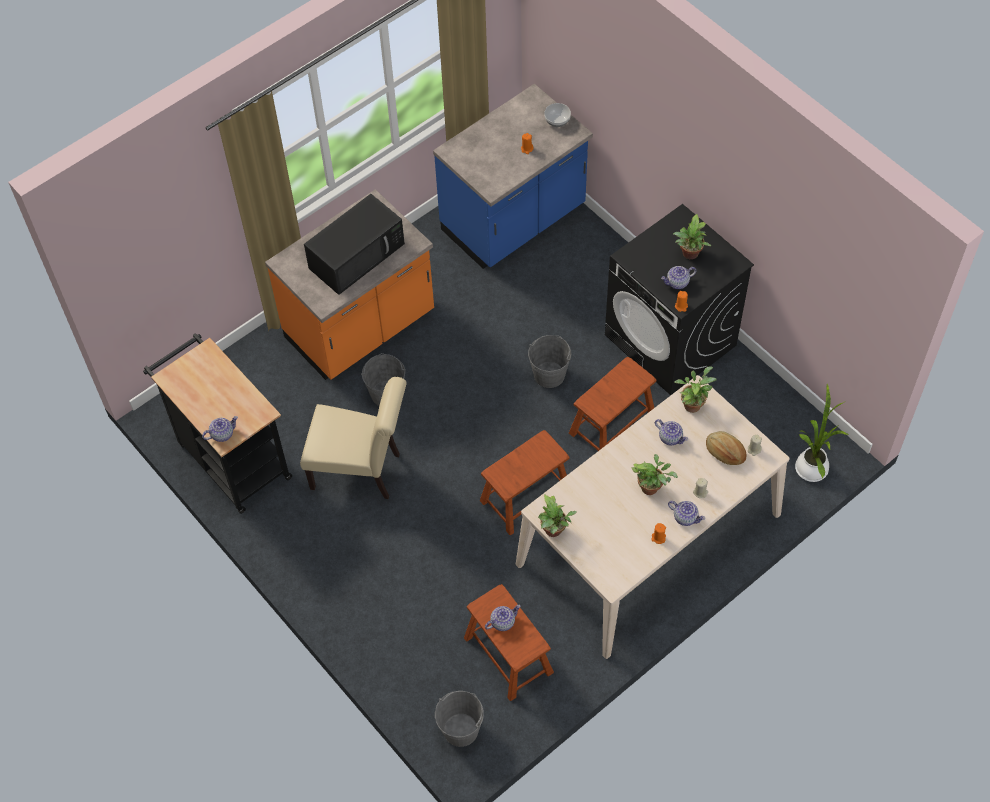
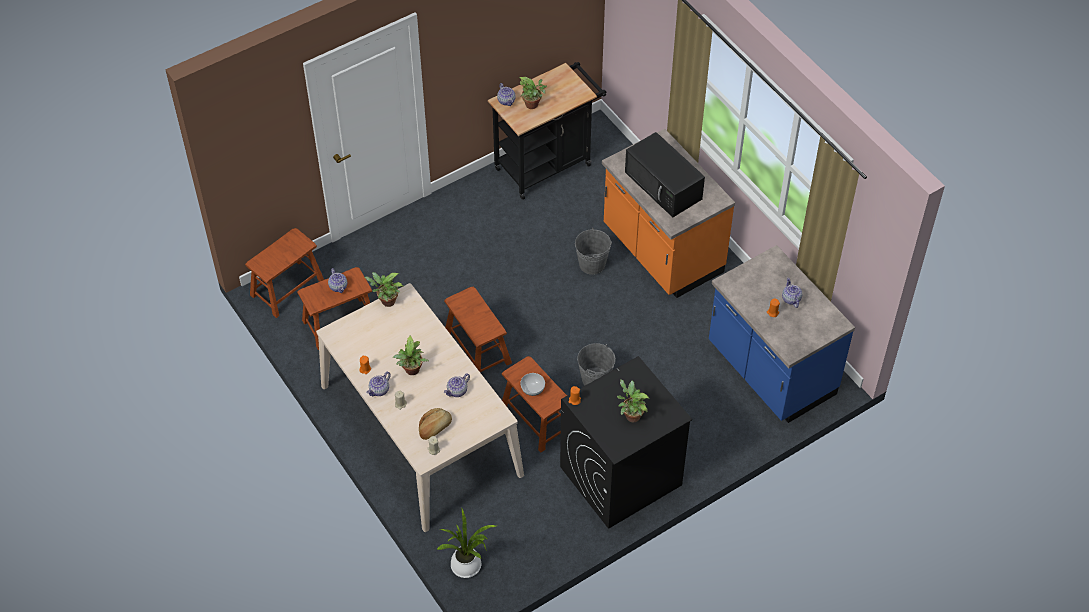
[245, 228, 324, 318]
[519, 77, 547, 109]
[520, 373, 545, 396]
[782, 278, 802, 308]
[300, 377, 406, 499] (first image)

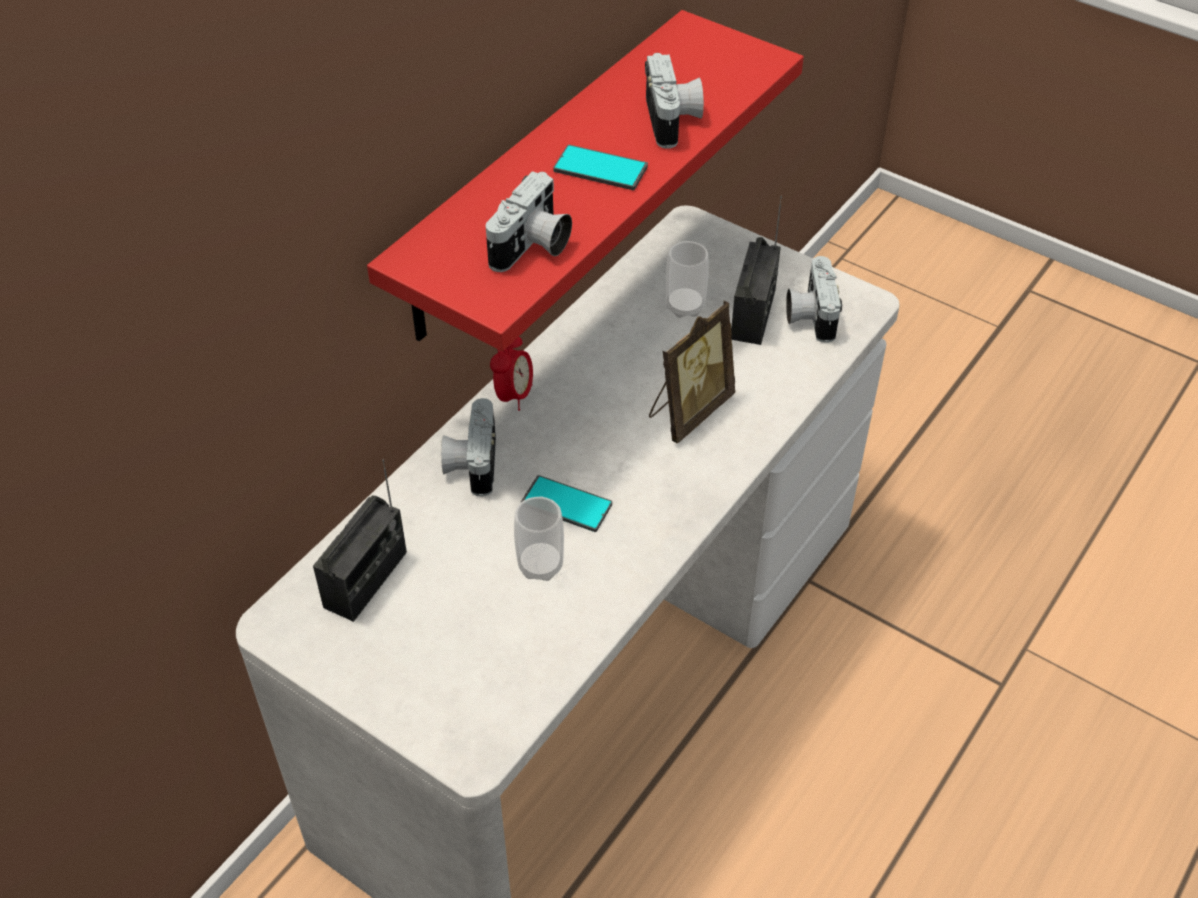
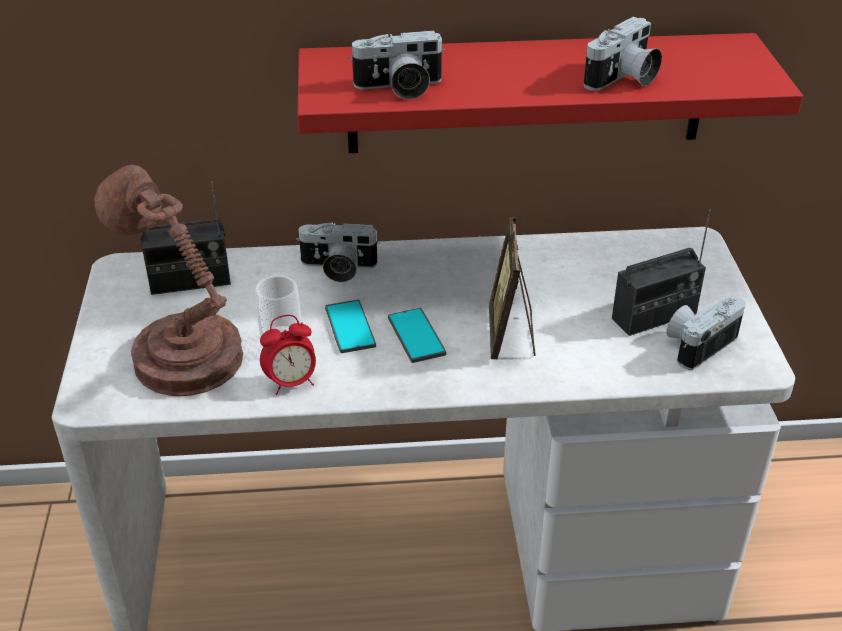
[94, 164, 243, 396]
[260, 315, 316, 395]
[296, 222, 380, 282]
[388, 308, 446, 363]
[489, 217, 536, 360]
[666, 241, 709, 318] (first image)

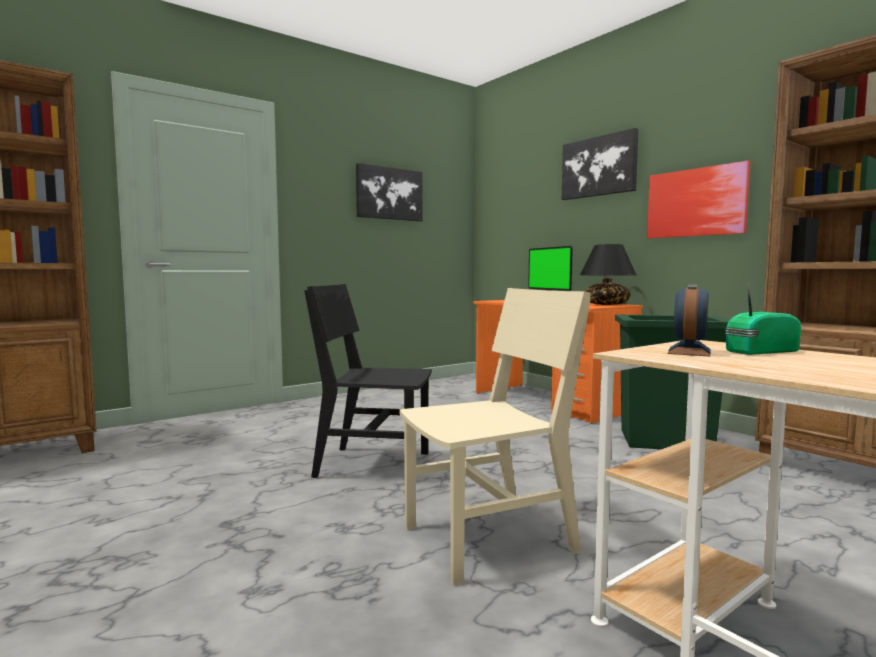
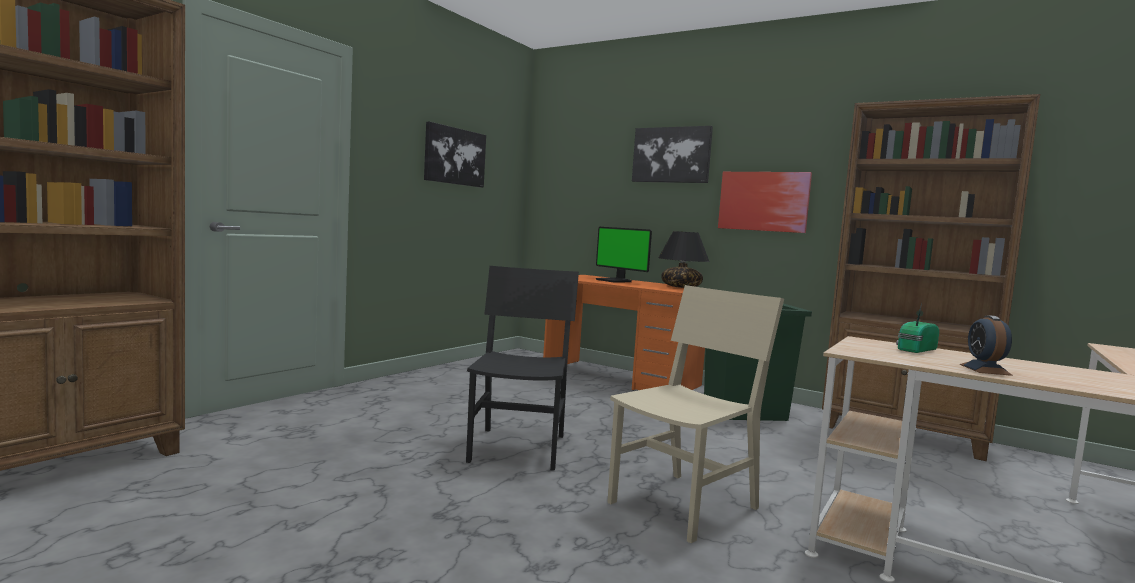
[466, 266, 579, 471]
[960, 315, 1013, 376]

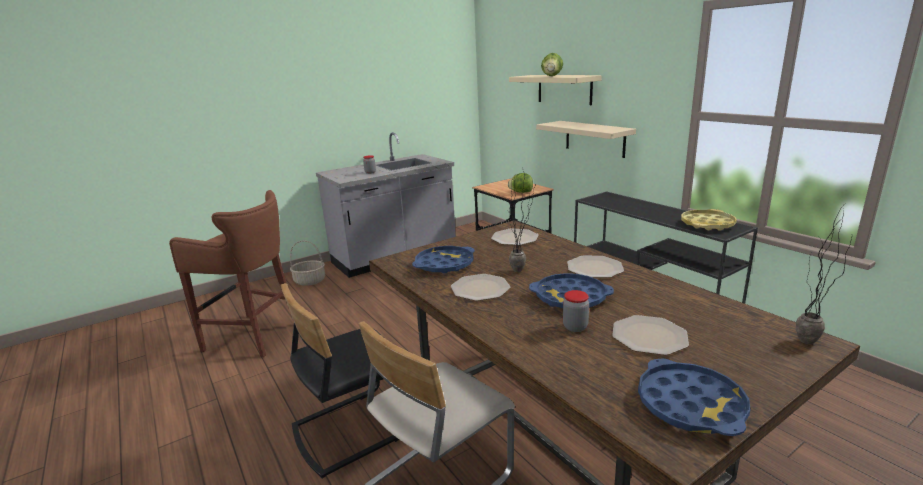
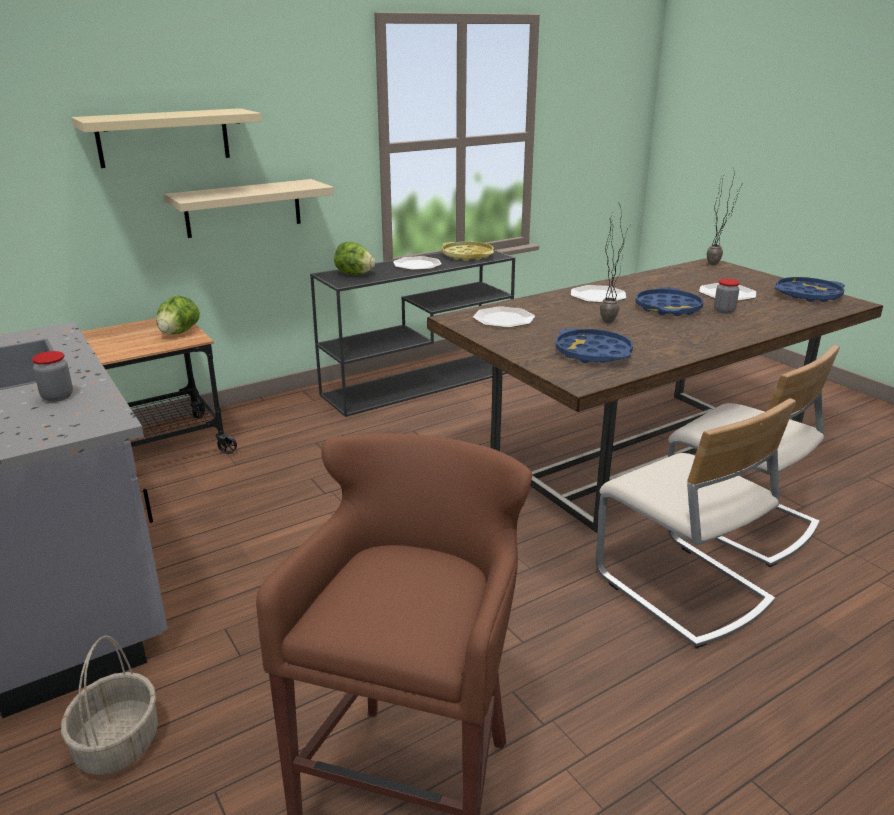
[334, 242, 375, 275]
[393, 256, 442, 270]
[595, 398, 796, 648]

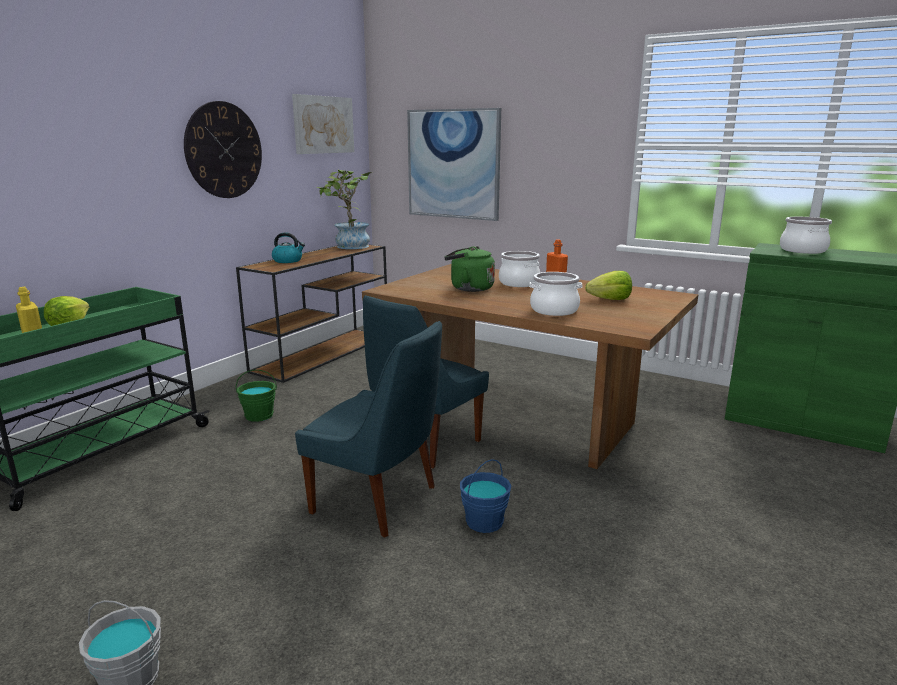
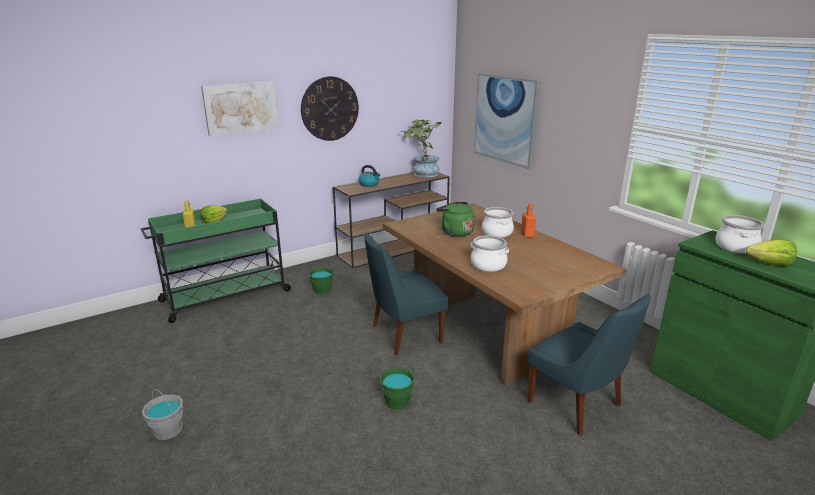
[201, 81, 279, 136]
[380, 363, 415, 410]
[528, 294, 651, 436]
[746, 239, 797, 266]

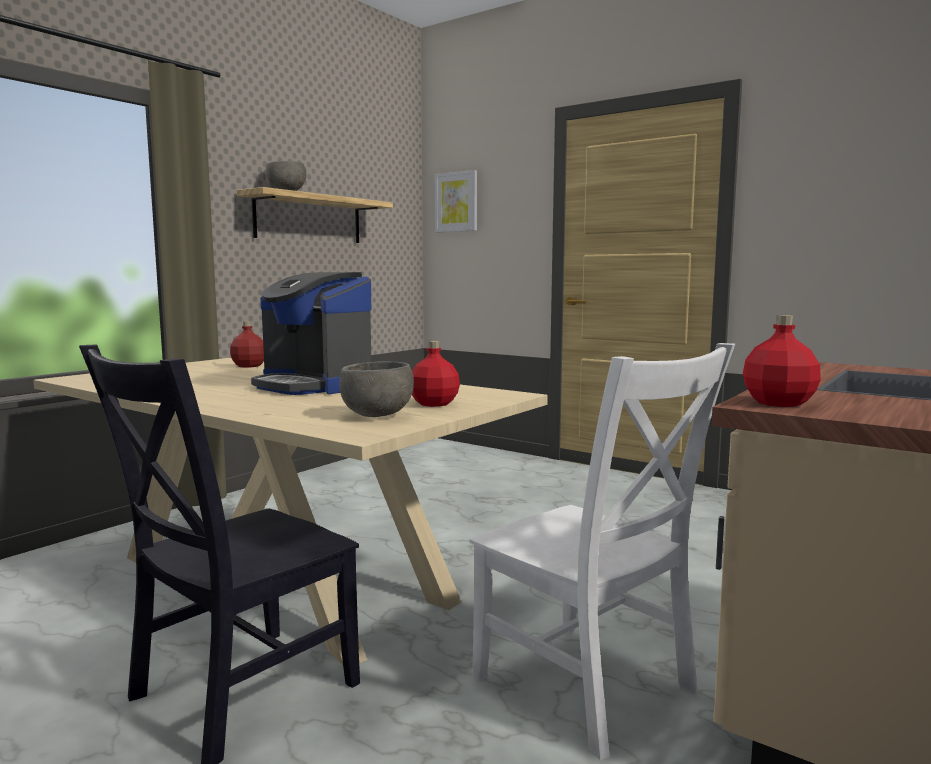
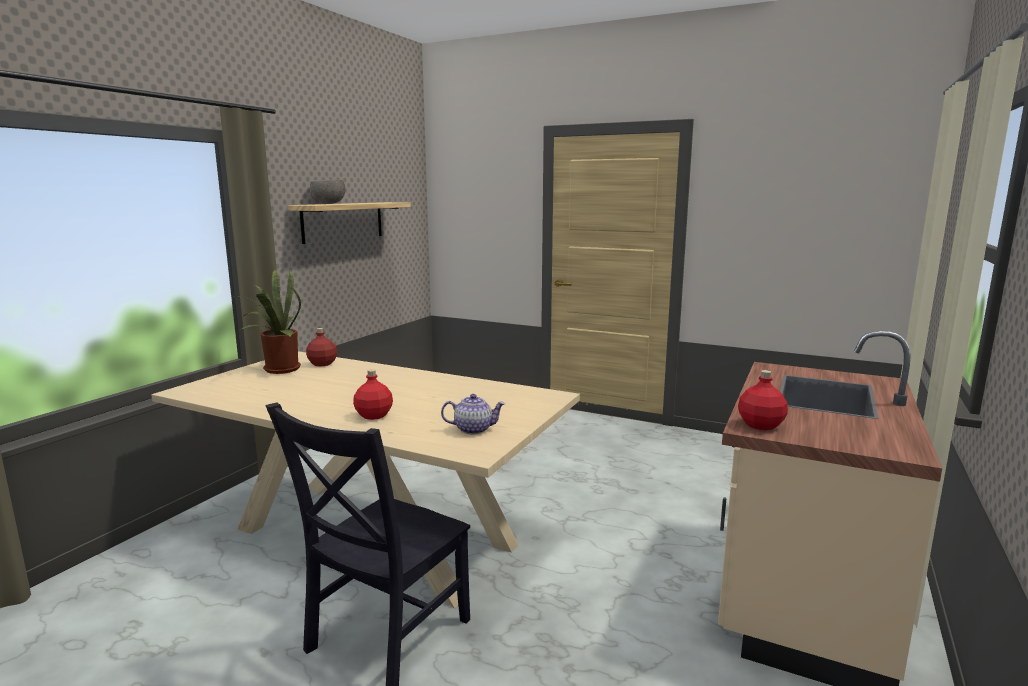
[240, 268, 301, 374]
[353, 369, 393, 420]
[441, 394, 505, 435]
[251, 272, 371, 395] (first image)
[435, 170, 477, 232] (first image)
[470, 343, 735, 760] (first image)

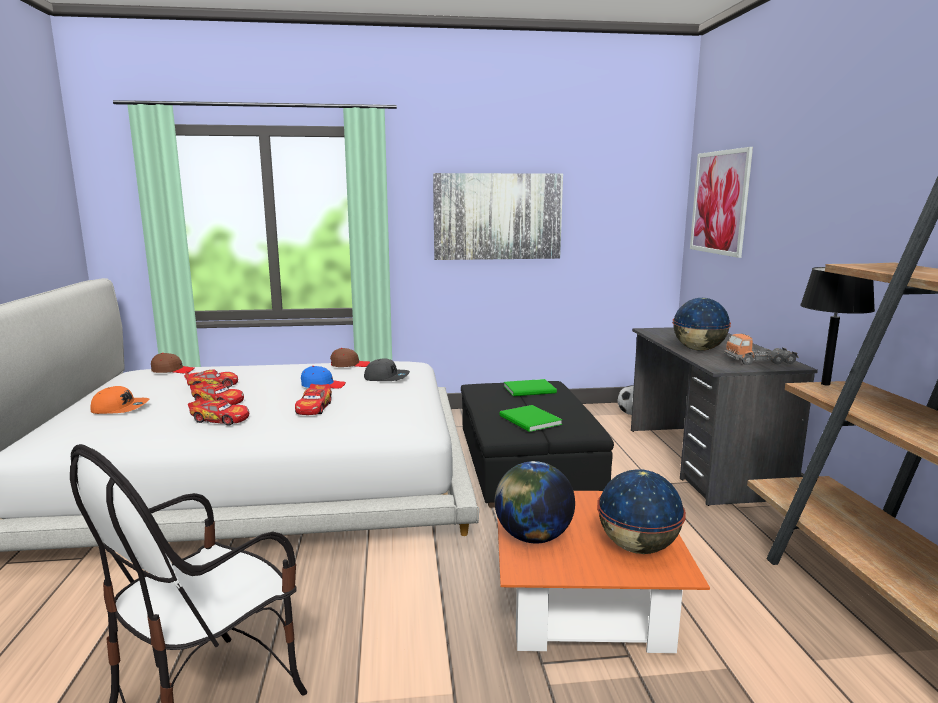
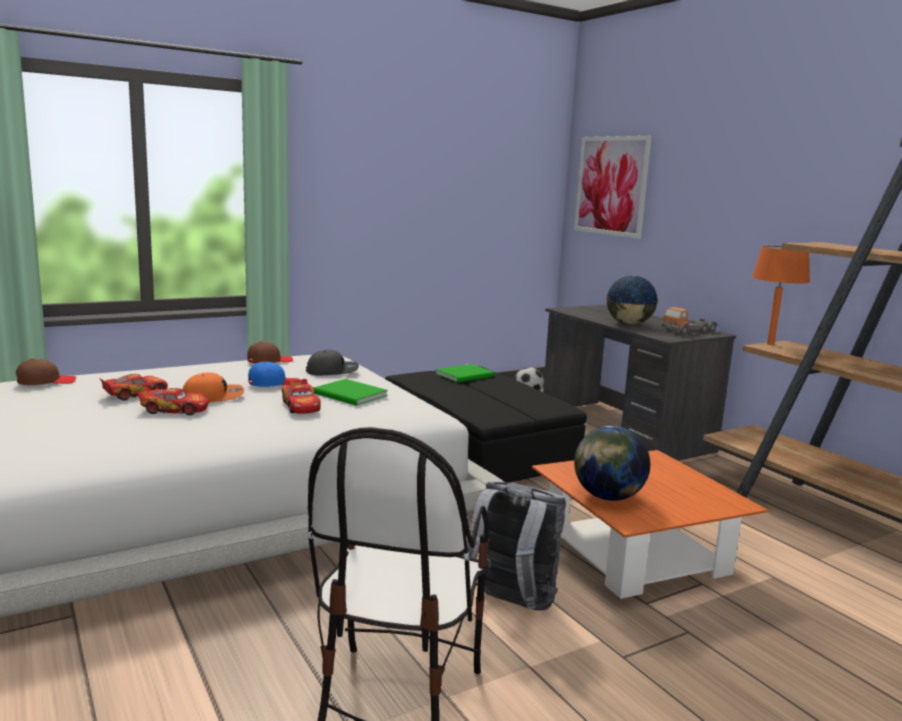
[182, 372, 244, 403]
[314, 379, 388, 406]
[463, 482, 566, 611]
[752, 246, 810, 345]
[188, 397, 249, 426] (first image)
[433, 173, 563, 260] (first image)
[597, 469, 686, 554] (first image)

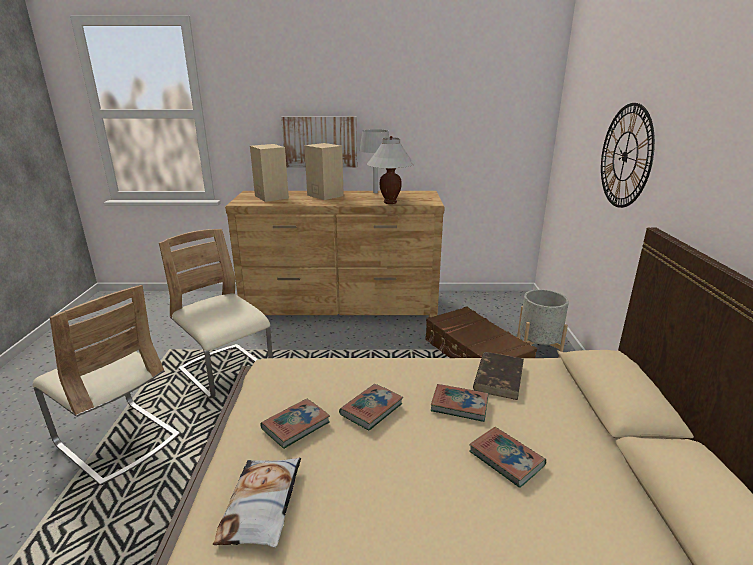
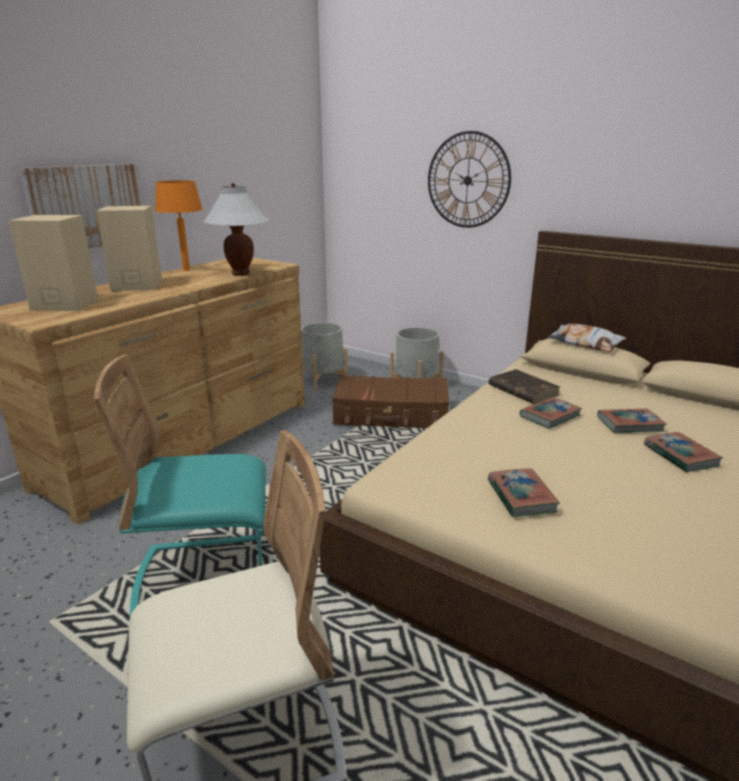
[94, 355, 266, 616]
[155, 180, 203, 271]
[301, 322, 348, 391]
[547, 324, 626, 352]
[644, 432, 723, 472]

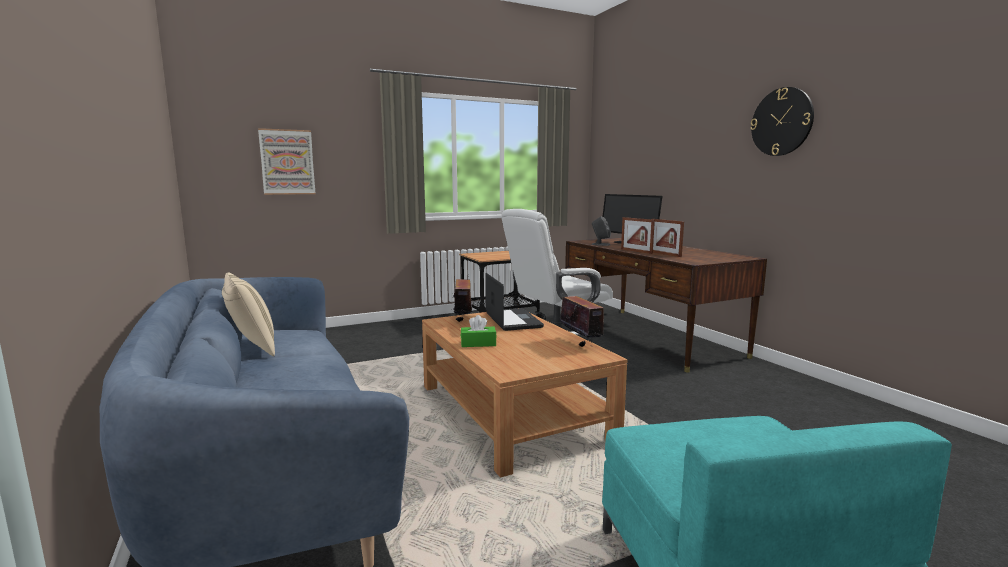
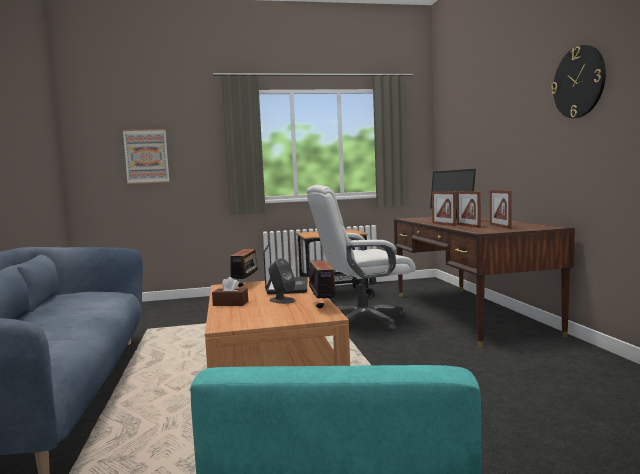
[212, 277, 248, 306]
[269, 258, 295, 304]
[490, 190, 511, 229]
[222, 272, 275, 356] (first image)

